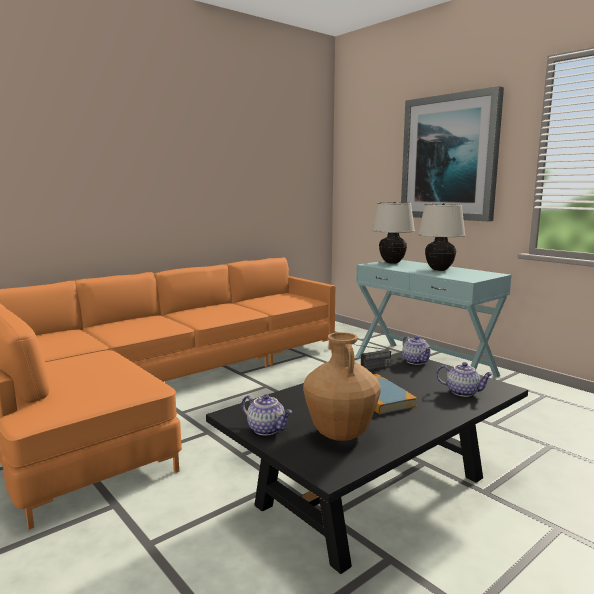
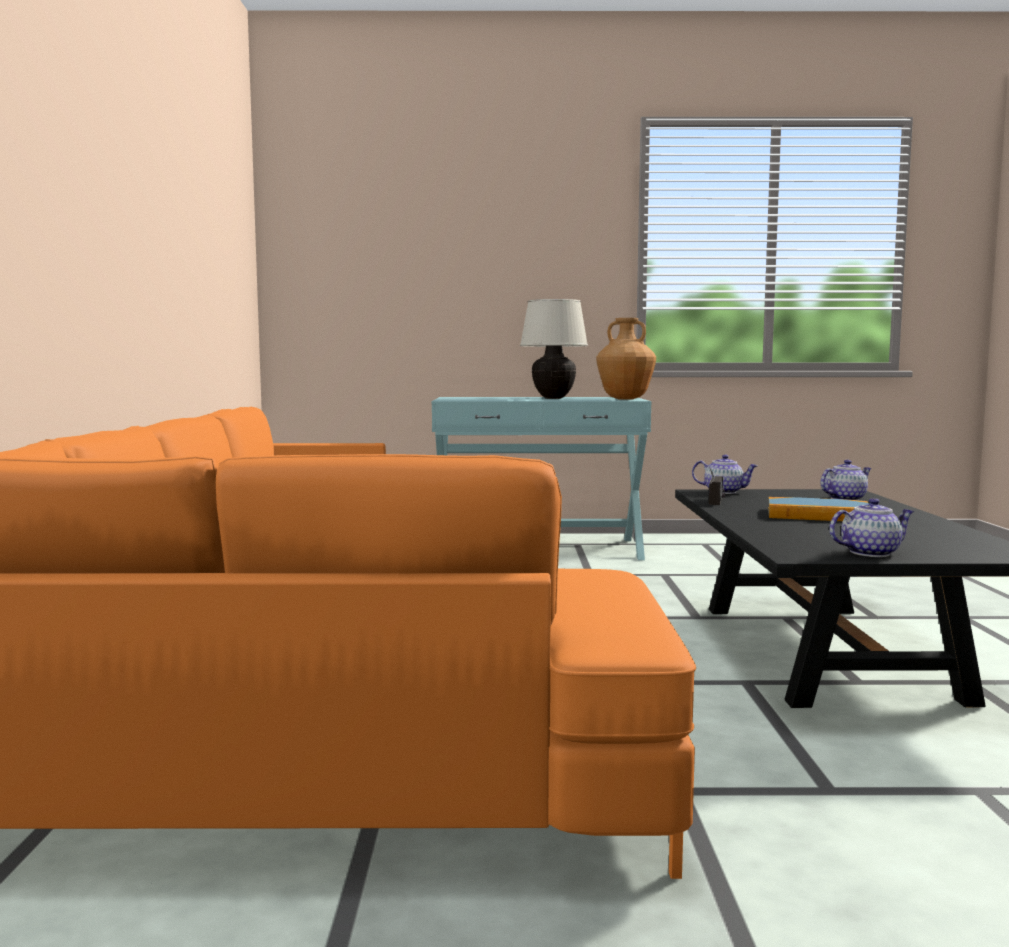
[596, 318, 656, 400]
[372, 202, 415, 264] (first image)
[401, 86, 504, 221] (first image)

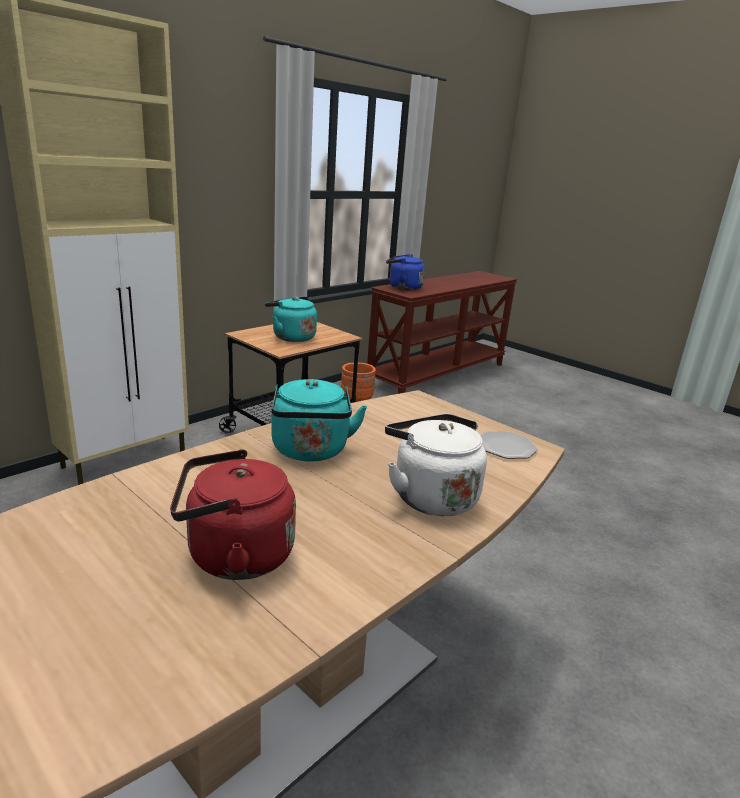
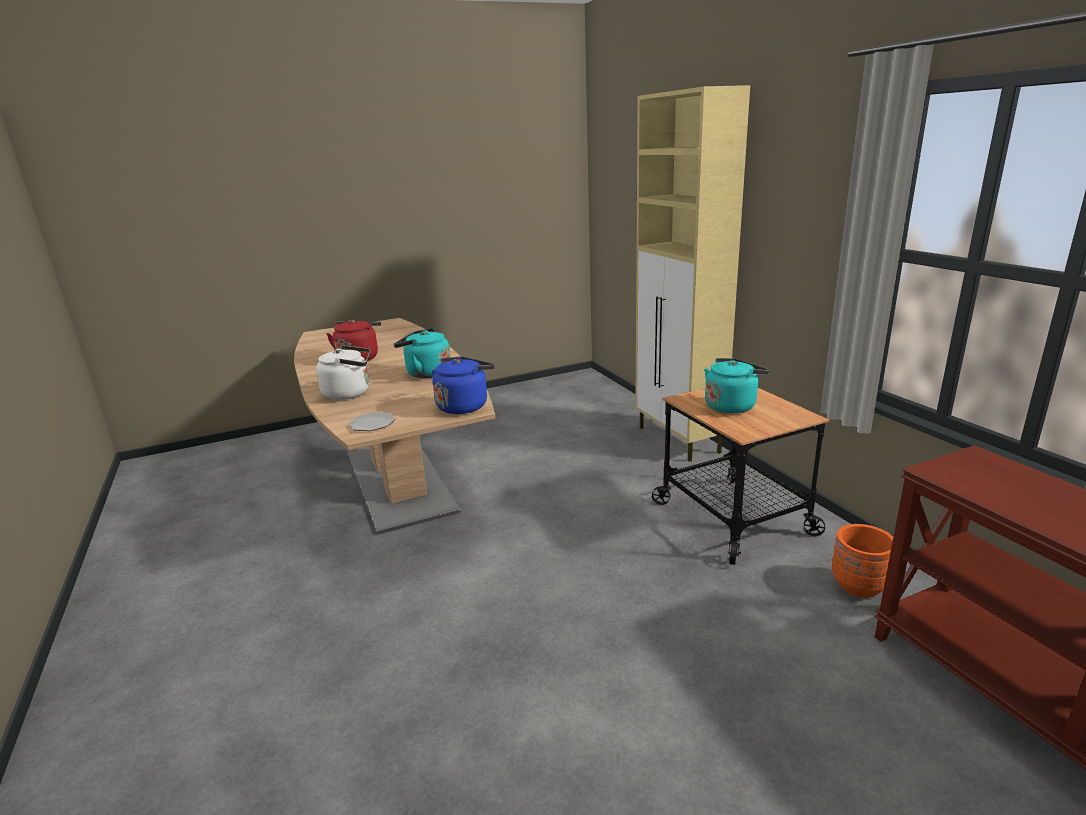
[432, 357, 495, 414]

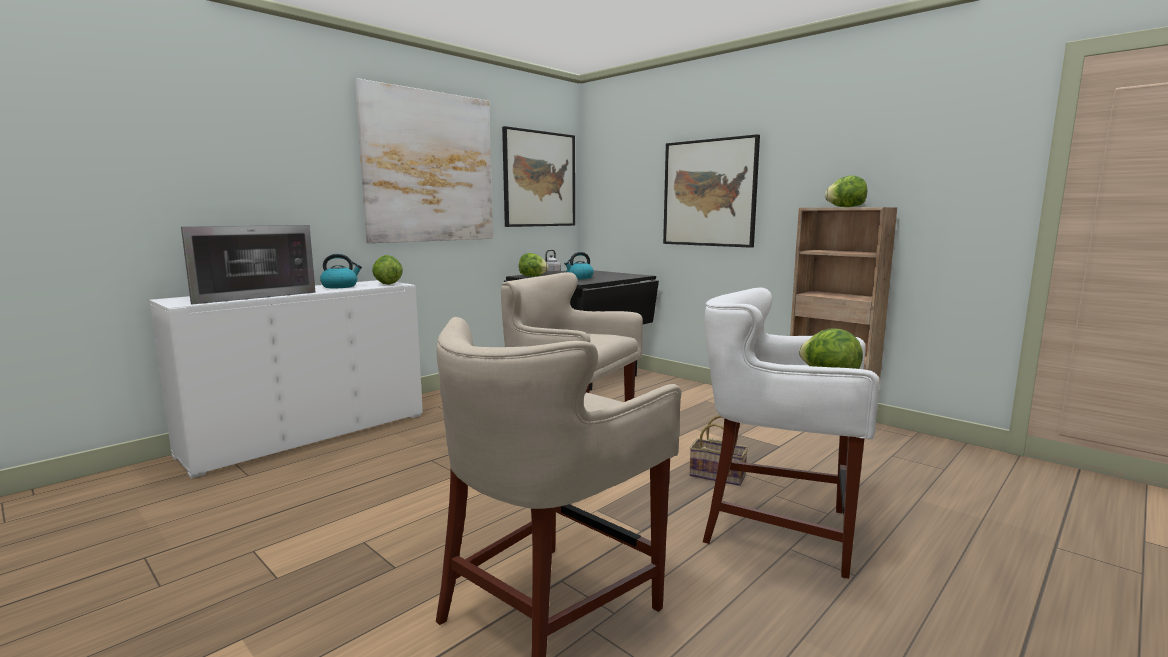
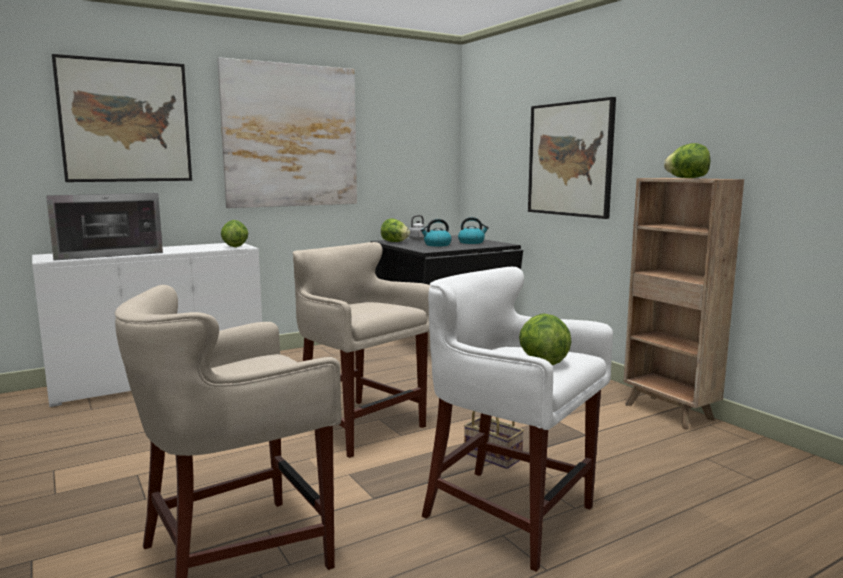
[52, 54, 192, 182]
[458, 217, 489, 244]

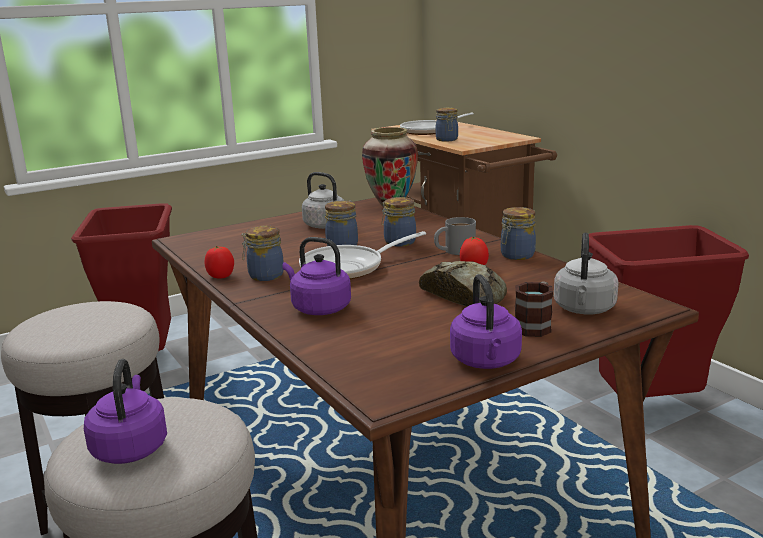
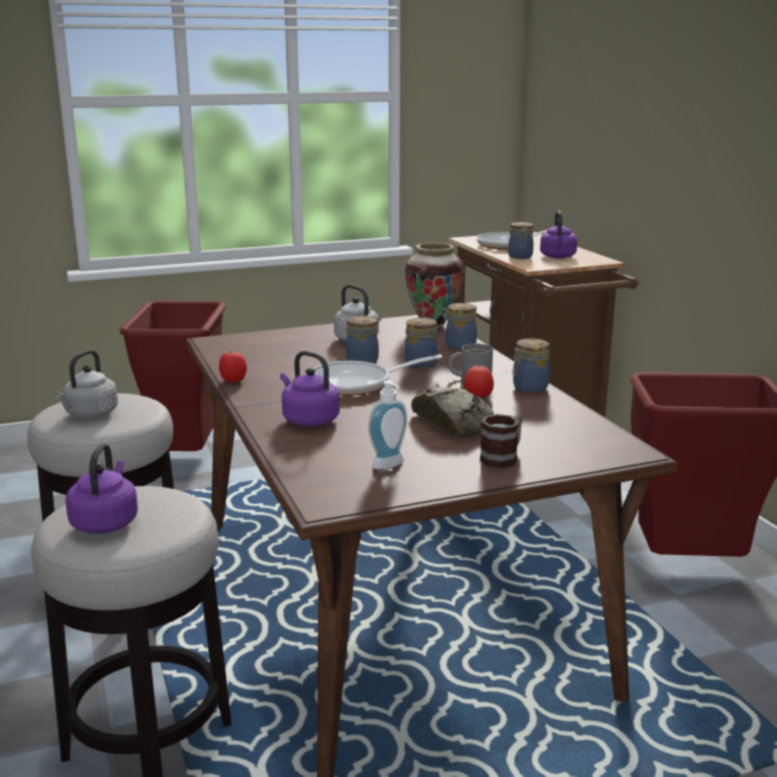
[54, 350, 118, 418]
[368, 380, 407, 469]
[442, 303, 477, 350]
[540, 210, 577, 258]

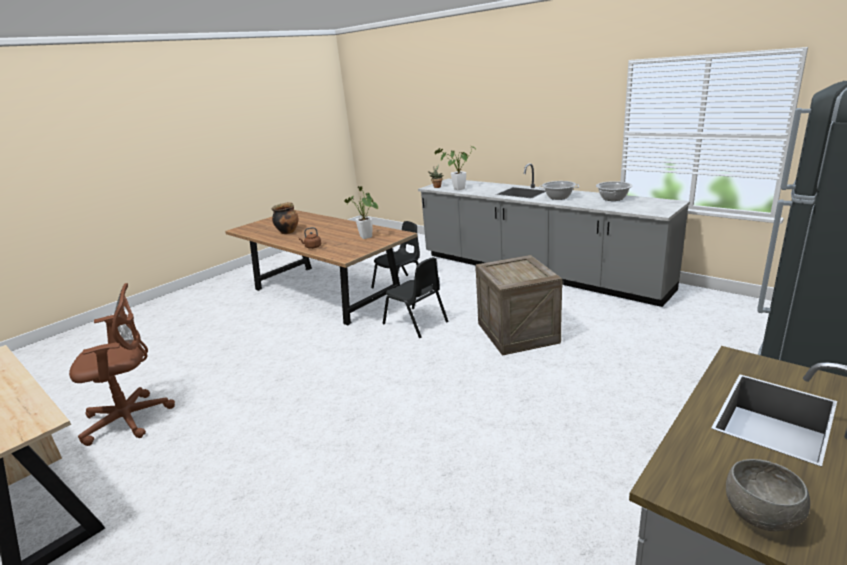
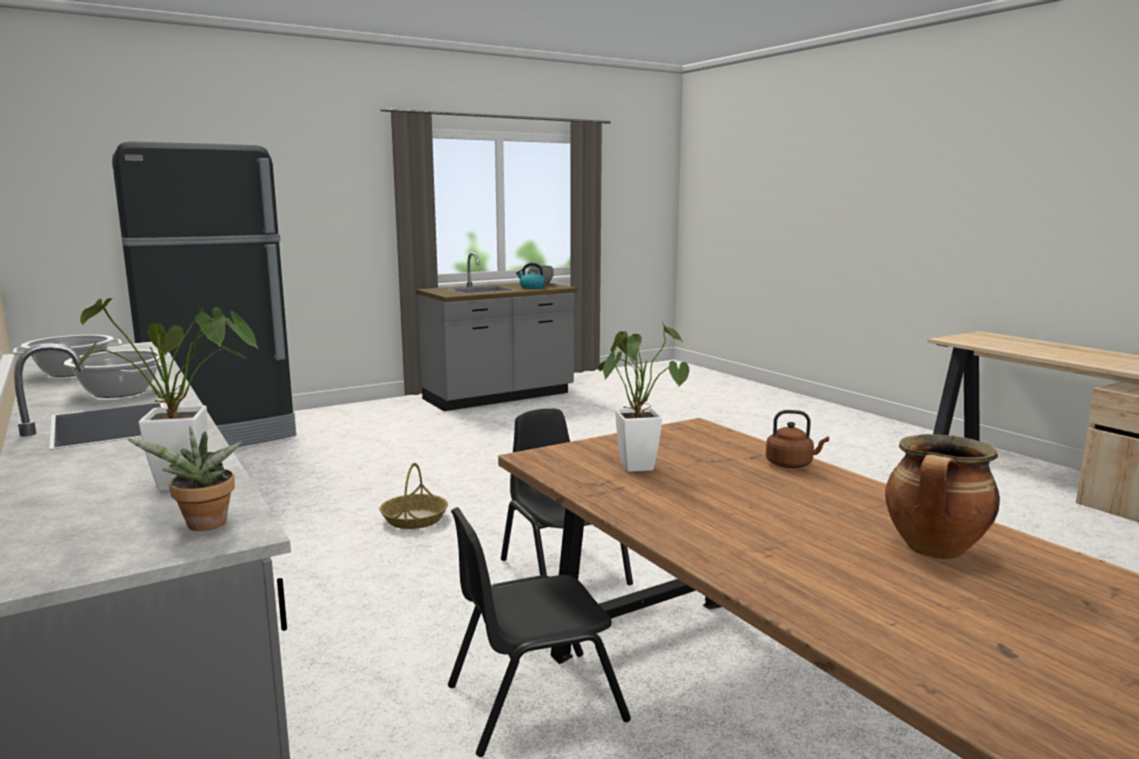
[380, 463, 448, 529]
[516, 263, 546, 289]
[69, 283, 175, 446] (first image)

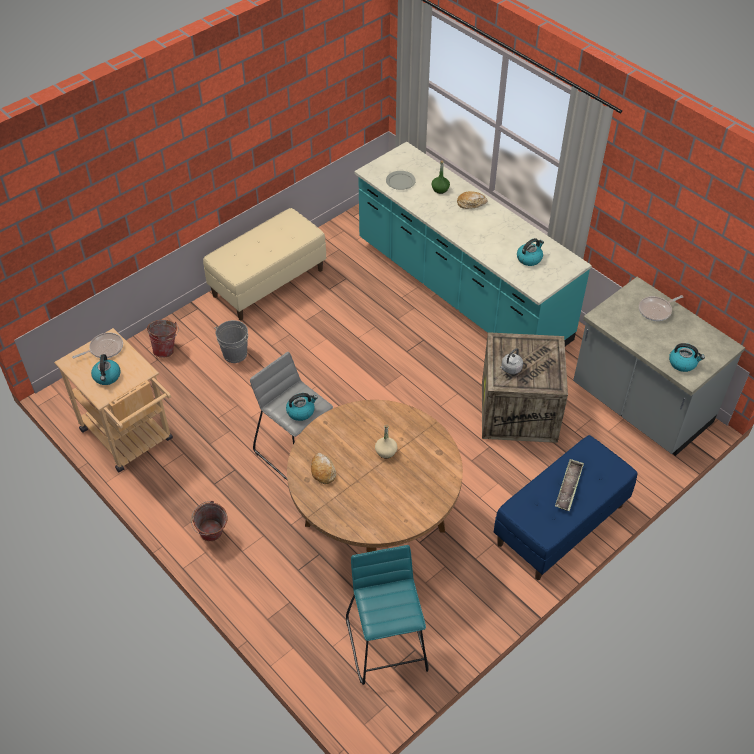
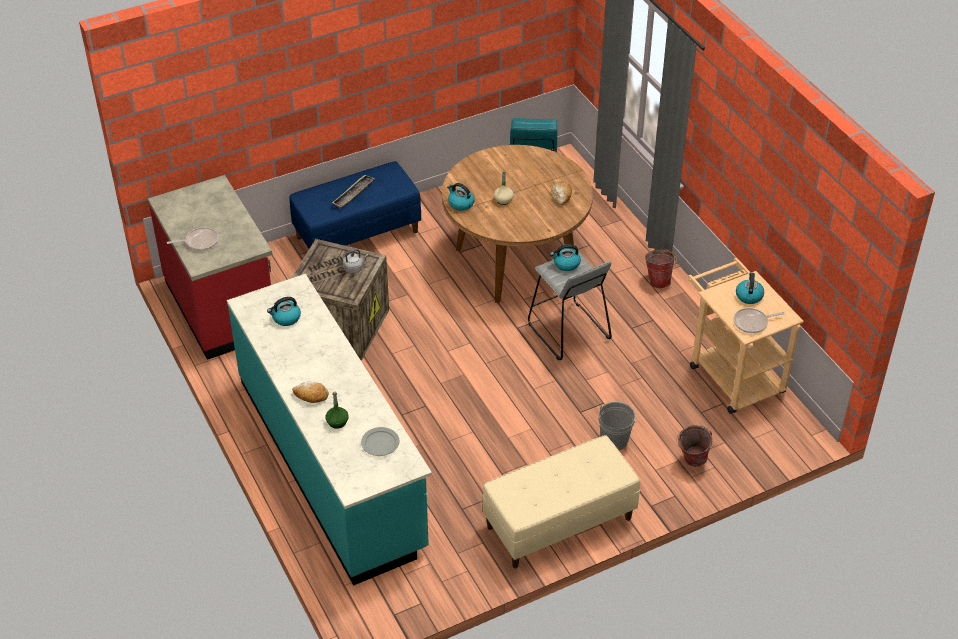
[148, 175, 272, 360]
[447, 183, 475, 211]

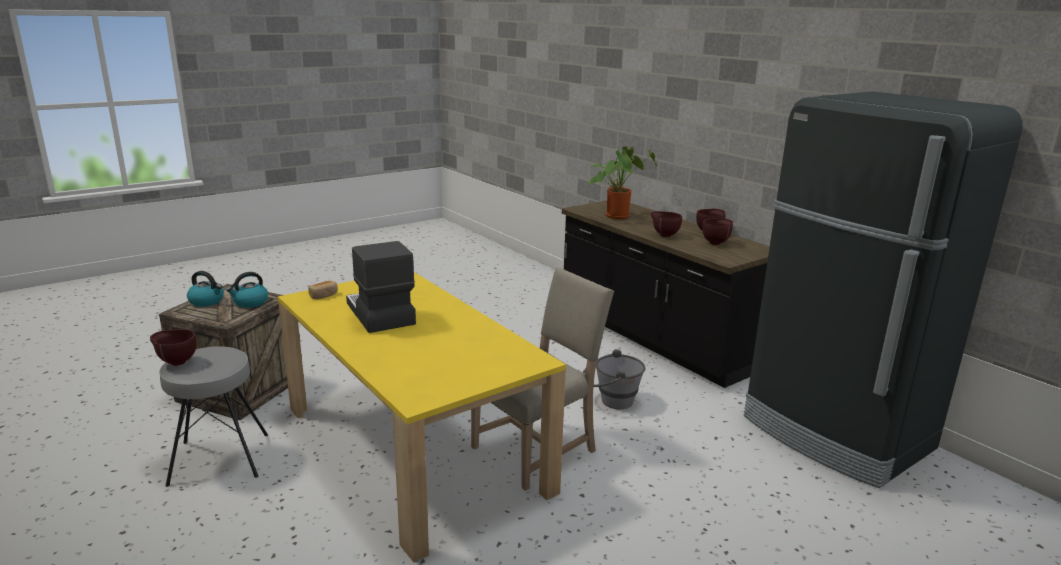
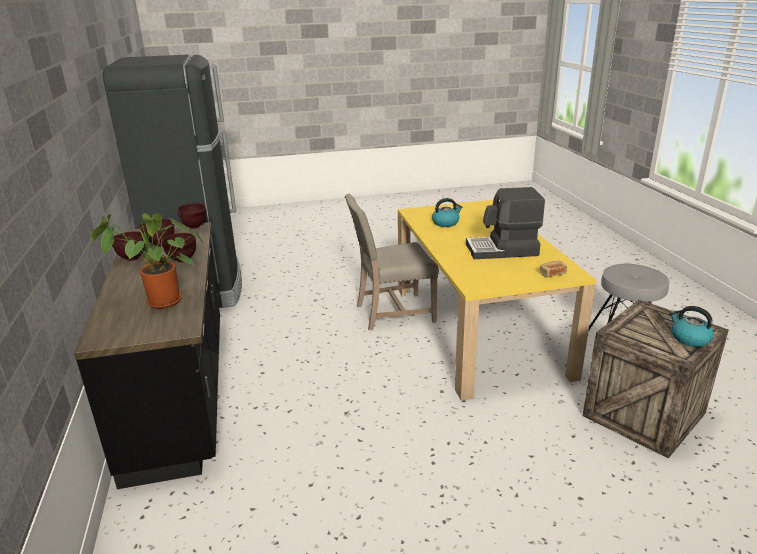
[177, 203, 207, 229]
[432, 198, 463, 227]
[466, 187, 545, 259]
[583, 349, 645, 409] (first image)

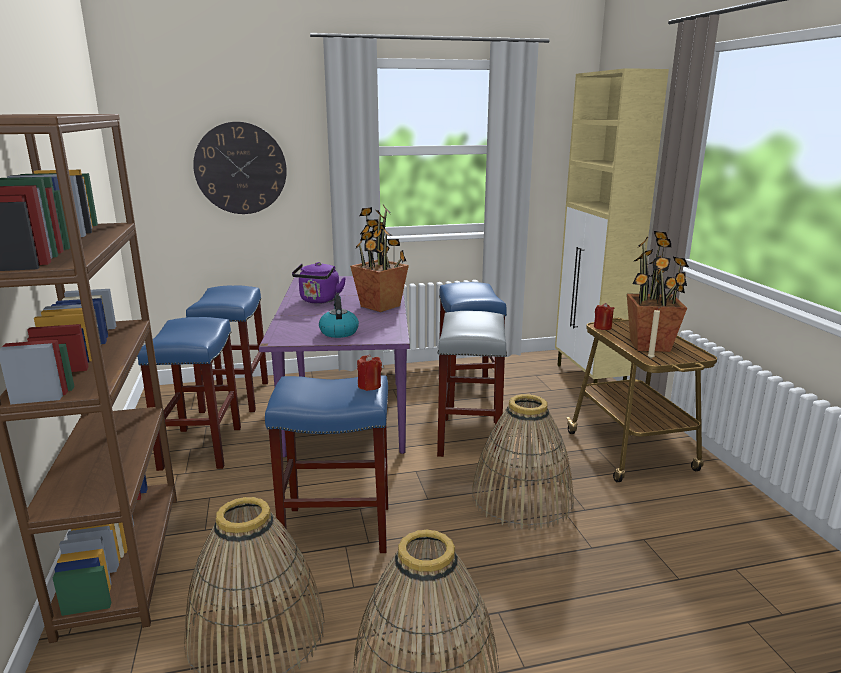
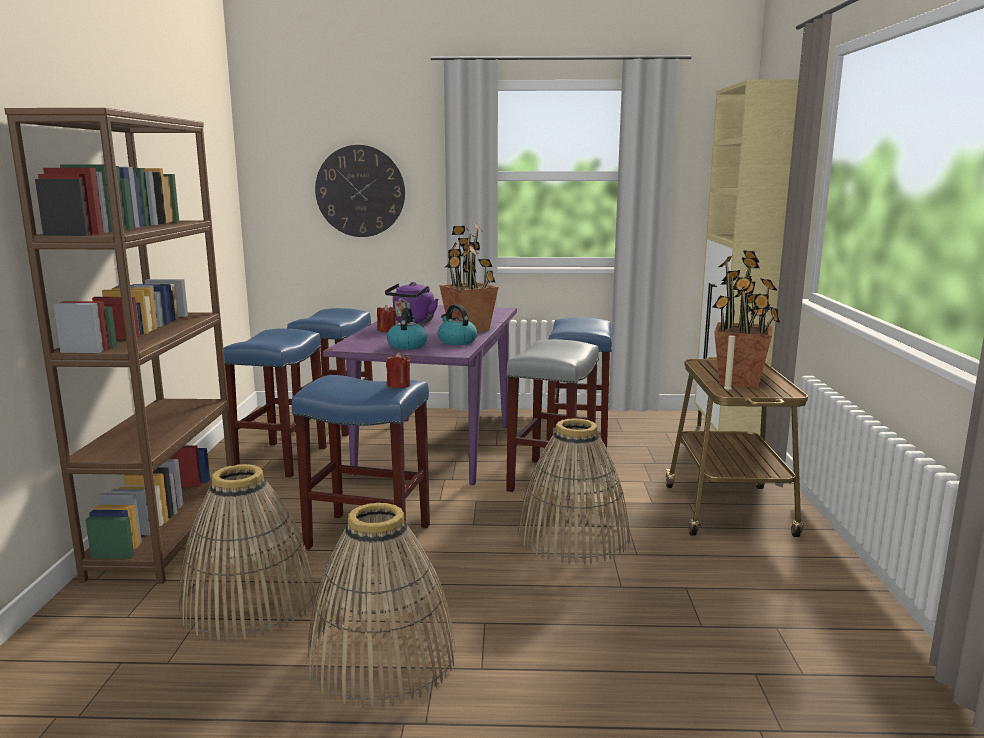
[377, 305, 397, 332]
[438, 304, 477, 345]

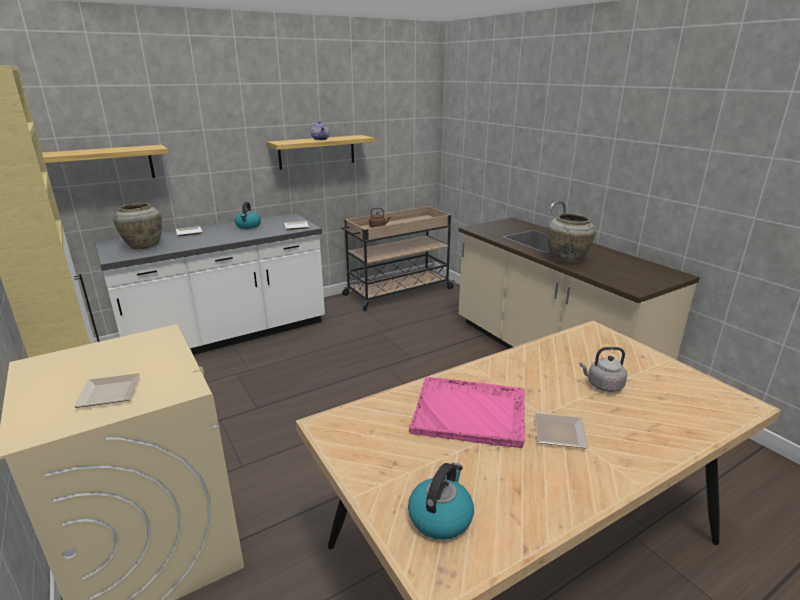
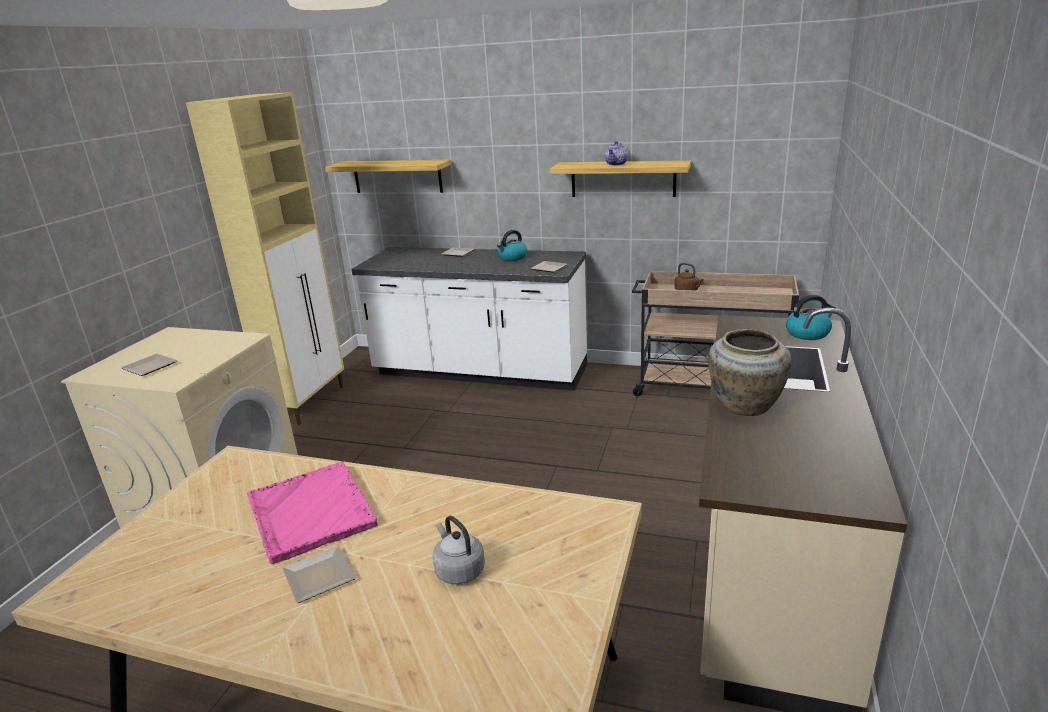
[786, 295, 836, 340]
[113, 203, 162, 250] (first image)

